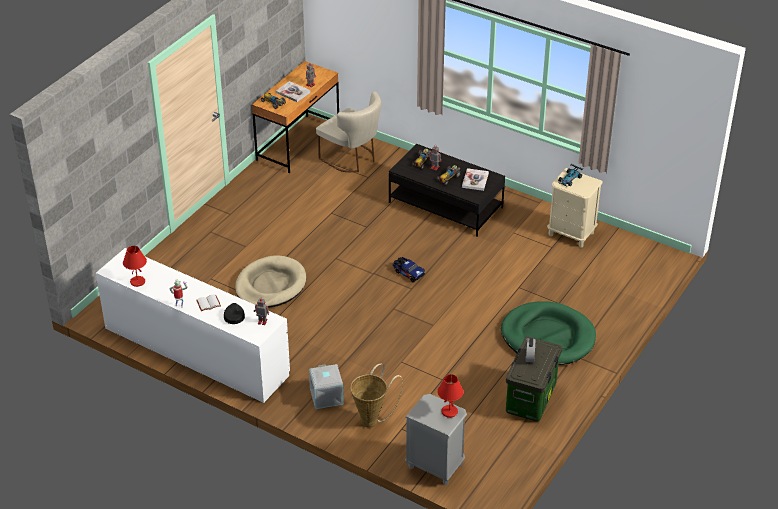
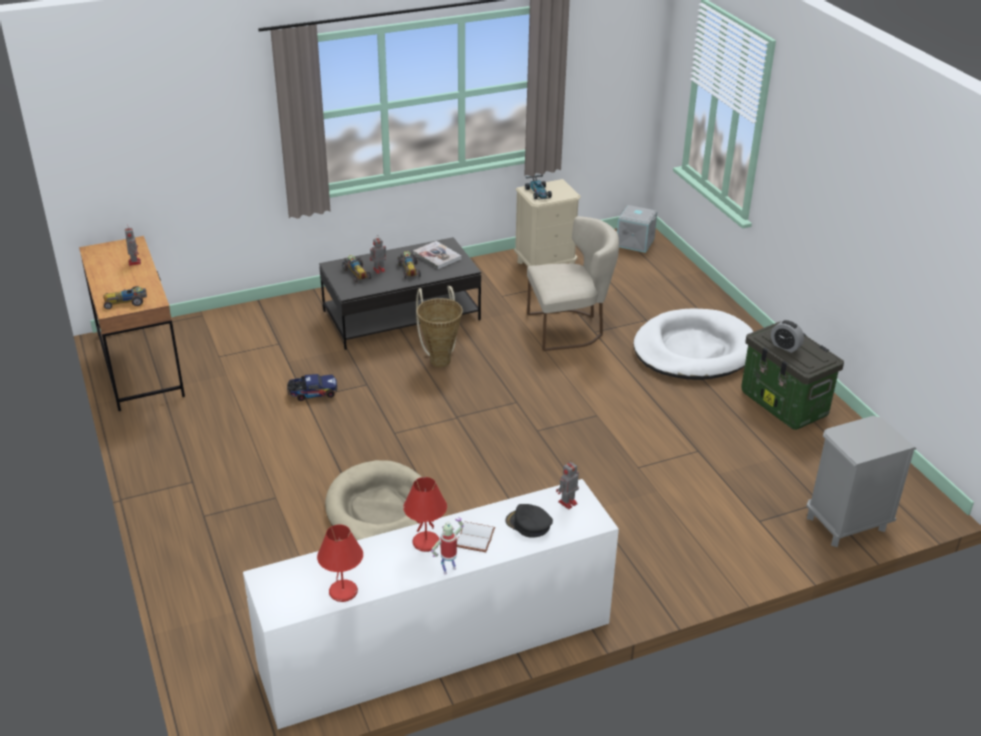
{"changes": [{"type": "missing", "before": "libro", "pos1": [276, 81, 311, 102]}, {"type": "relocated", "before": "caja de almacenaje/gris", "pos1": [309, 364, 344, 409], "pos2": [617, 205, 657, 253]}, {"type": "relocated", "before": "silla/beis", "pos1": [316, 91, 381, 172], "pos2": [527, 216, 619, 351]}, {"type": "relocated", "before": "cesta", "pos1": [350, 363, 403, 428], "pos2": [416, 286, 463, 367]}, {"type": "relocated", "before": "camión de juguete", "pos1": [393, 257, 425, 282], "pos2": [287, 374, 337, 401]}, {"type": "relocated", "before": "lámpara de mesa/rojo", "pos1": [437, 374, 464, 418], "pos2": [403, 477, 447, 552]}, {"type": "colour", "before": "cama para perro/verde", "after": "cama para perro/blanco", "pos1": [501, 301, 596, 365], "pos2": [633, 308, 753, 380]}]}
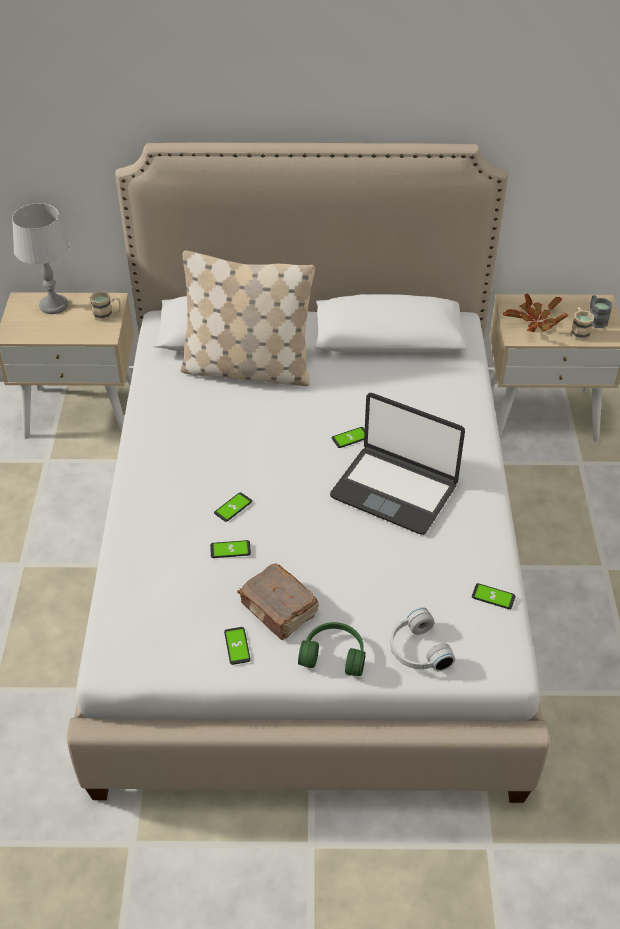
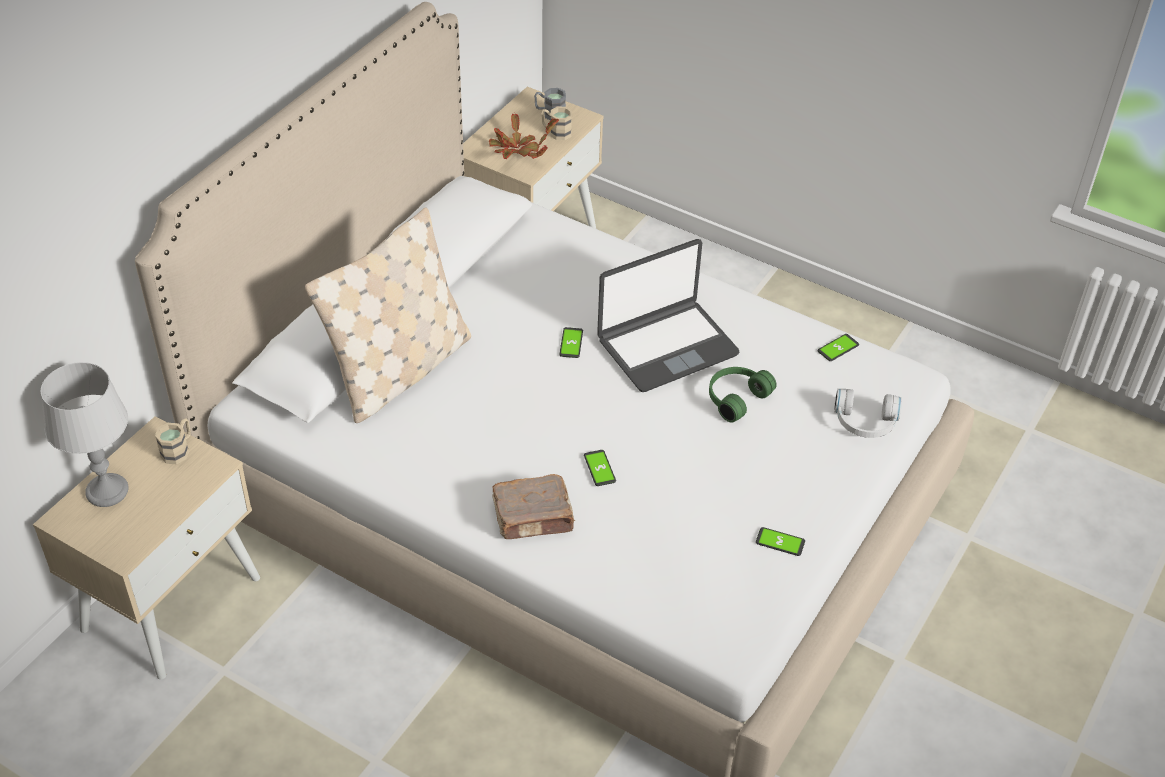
{"changes": [{"type": "missing", "before": "móvil", "pos1": [210, 540, 251, 558]}, {"type": "relocated", "before": "libro/marrón", "pos1": [237, 563, 319, 640], "pos2": [492, 474, 575, 539]}, {"type": "relocated", "before": "auriculares/verde", "pos1": [298, 622, 366, 676], "pos2": [709, 367, 777, 423]}]}
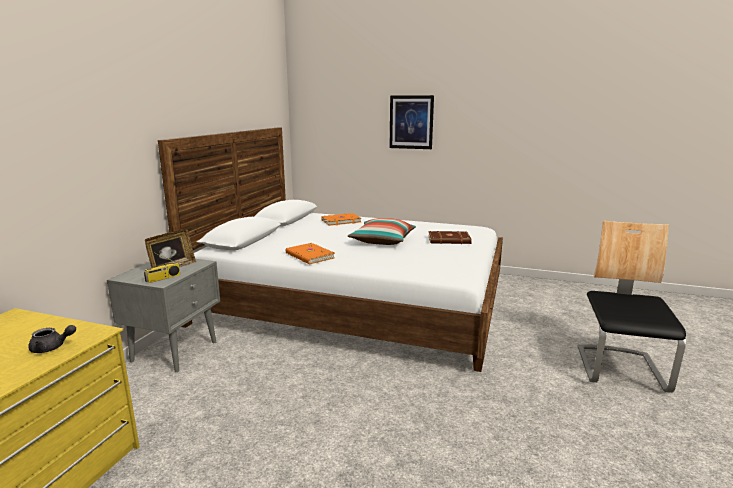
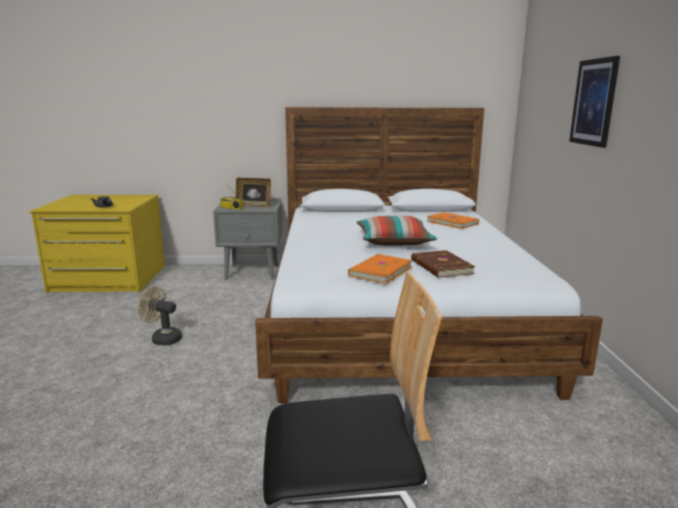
{"changes": [{"type": "appeared", "after": "ventilador/beis", "pos2": [137, 286, 182, 345]}, {"type": "relocated", "before": "libro/naranja", "pos1": [286, 243, 335, 264], "pos2": [348, 254, 412, 284]}]}
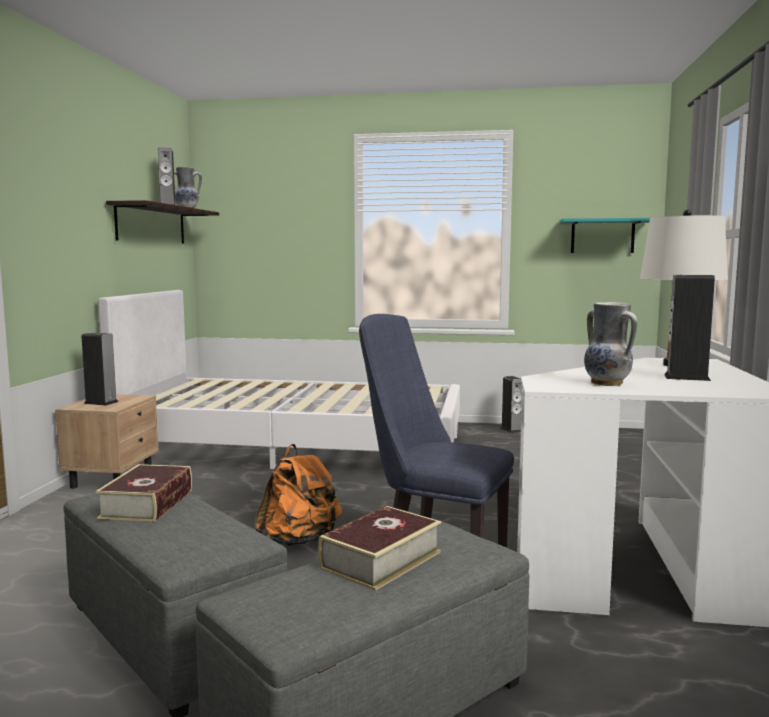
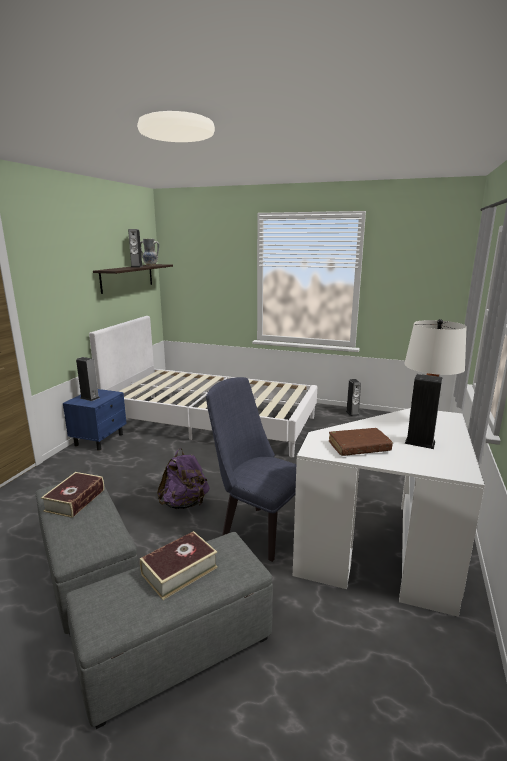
{"changes": [{"type": "missing", "before": "estante/turquesa", "pos1": [560, 218, 650, 253]}, {"type": "exchanged", "before": "florero", "after": "libro/marrón", "pos1": [584, 302, 637, 386], "pos2": [329, 428, 393, 456]}, {"type": "colour", "before": "mesita de noche/beis", "after": "mesita de noche/azul", "pos1": [55, 394, 159, 489], "pos2": [63, 389, 127, 451]}, {"type": "colour", "before": "mochila/naranja", "after": "mochila/morado", "pos1": [254, 444, 342, 547], "pos2": [157, 448, 210, 509]}]}
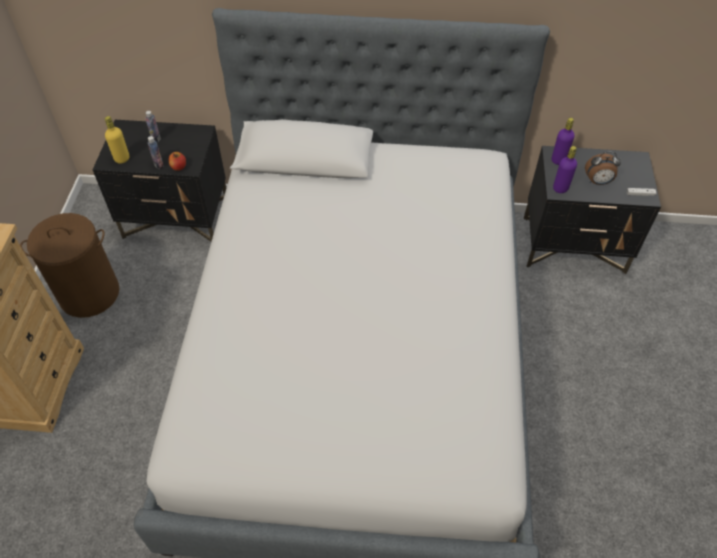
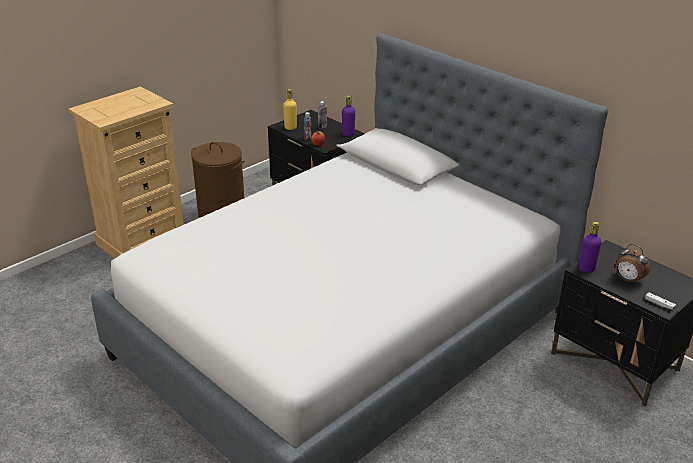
{"changes": [{"type": "relocated", "before": "botella/morado", "pos1": [552, 118, 574, 165], "pos2": [342, 95, 355, 137]}]}
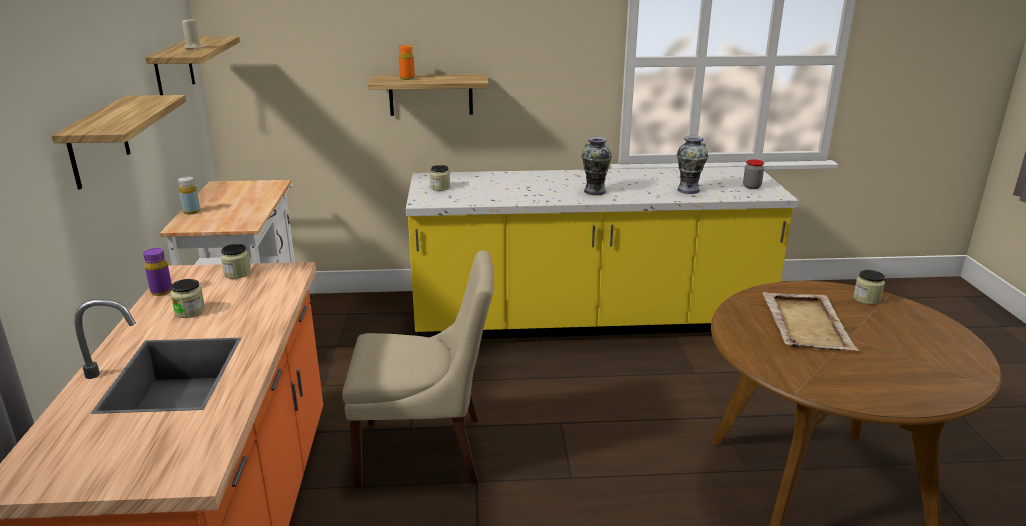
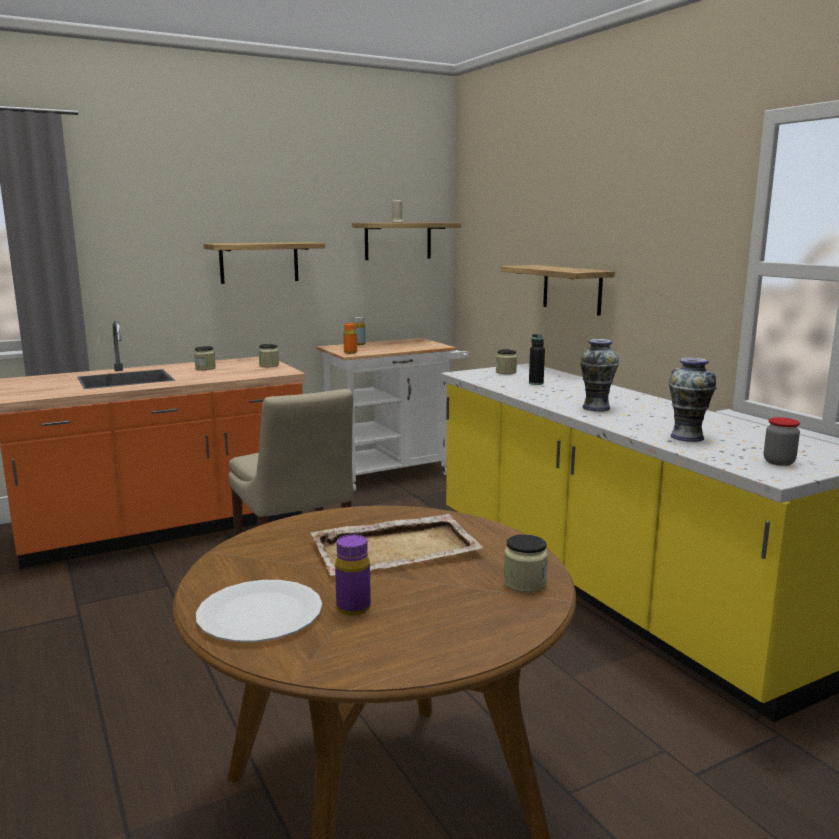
{"changes": [{"type": "appeared", "after": "plato/blanco", "pos2": [196, 580, 322, 642]}, {"type": "appeared", "after": "botella/negro", "pos2": [529, 334, 545, 385]}, {"type": "relocated", "before": "botella/morado", "pos1": [143, 248, 172, 296], "pos2": [335, 535, 371, 616]}, {"type": "relocated", "before": "botella/naranja", "pos1": [399, 45, 415, 80], "pos2": [343, 323, 357, 354]}]}
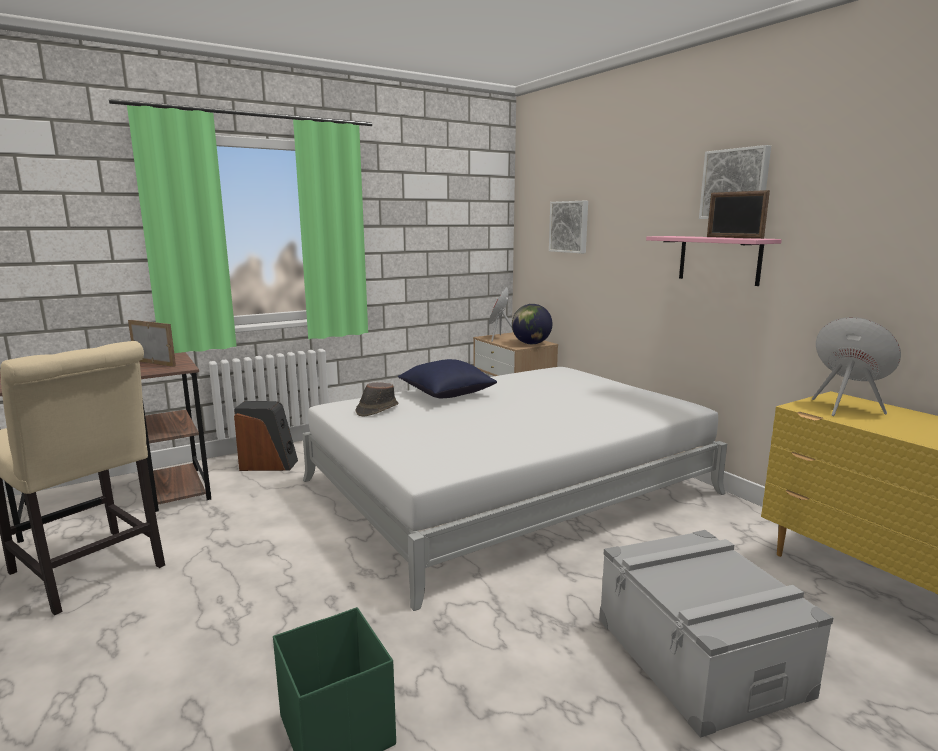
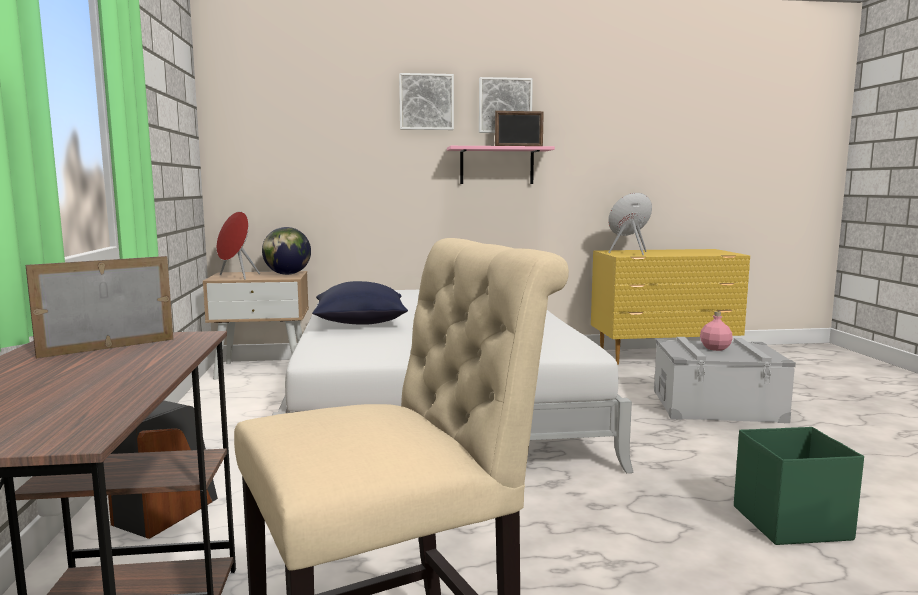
{"changes": [{"type": "missing", "before": "sombrero/marrón", "pos1": [356, 382, 399, 416]}, {"type": "appeared", "after": "botella/rosa", "pos2": [700, 311, 733, 351]}, {"type": "relocated", "before": "cuadro", "pos1": [549, 201, 588, 254], "pos2": [399, 73, 454, 130]}]}
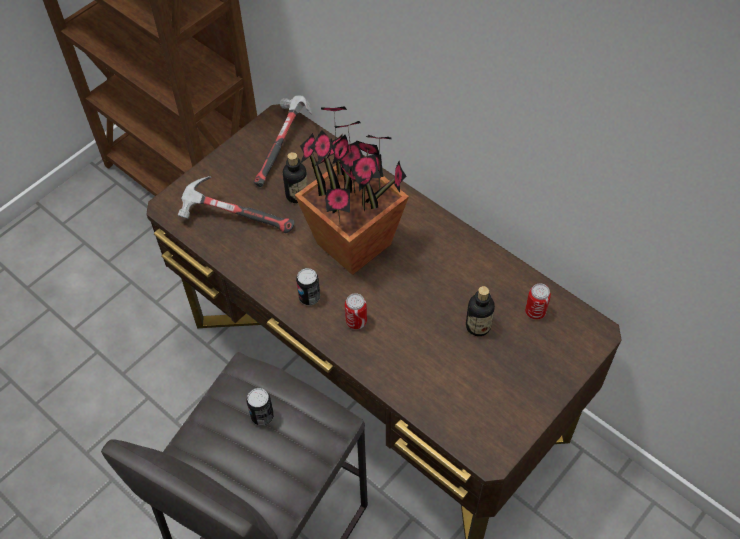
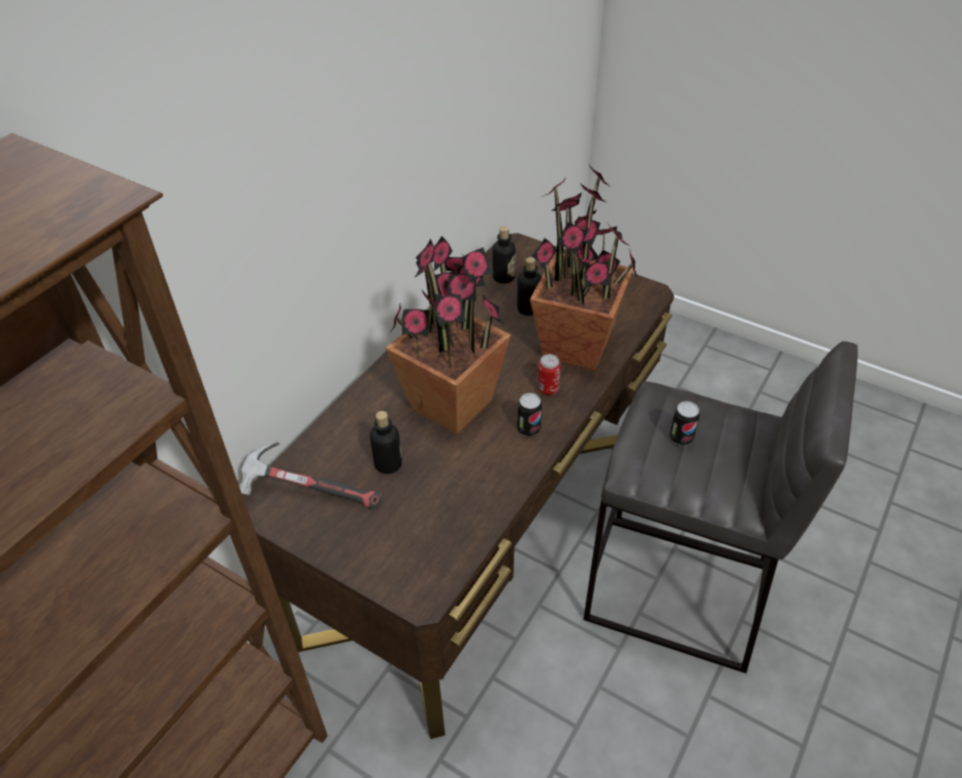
{"changes": [{"type": "missing", "before": "martillo", "pos1": [178, 176, 294, 233]}, {"type": "appeared", "after": "planta en maceta", "pos2": [530, 165, 638, 371]}, {"type": "exchanged", "before": "lata", "after": "botella", "pos1": [525, 283, 551, 320], "pos2": [492, 226, 516, 284]}]}
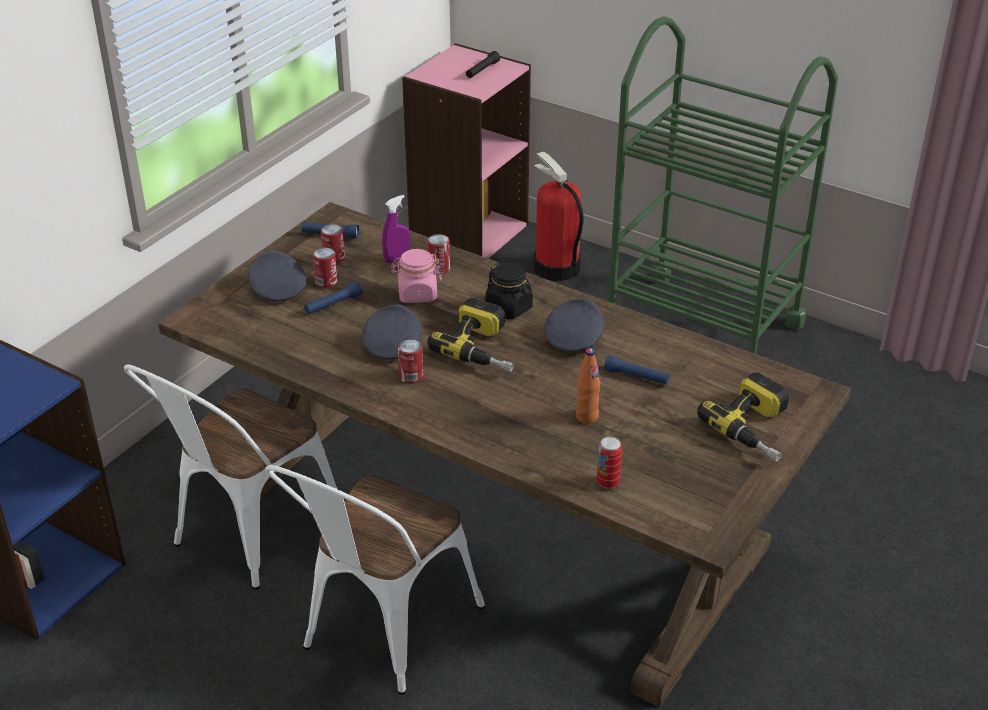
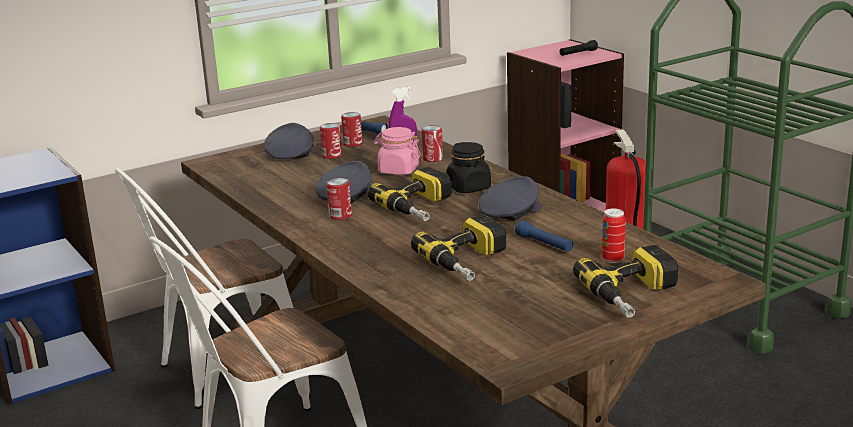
{"changes": [{"type": "missing", "before": "linterna/azul", "pos1": [304, 282, 362, 314]}, {"type": "relocated", "before": "lata", "pos1": [597, 436, 622, 489], "pos2": [602, 208, 626, 263]}, {"type": "exchanged", "before": "botella/naranja", "after": "taladro", "pos1": [576, 348, 601, 424], "pos2": [411, 215, 507, 281]}]}
